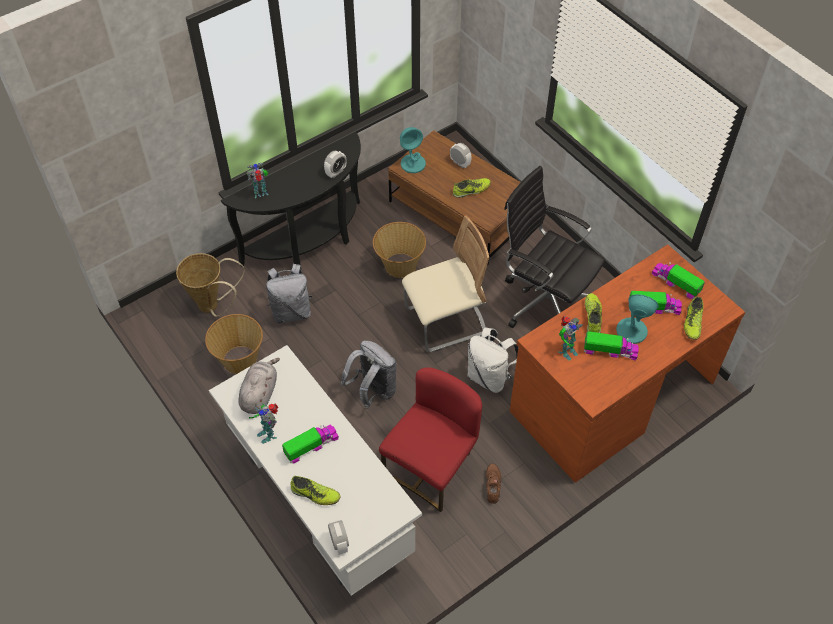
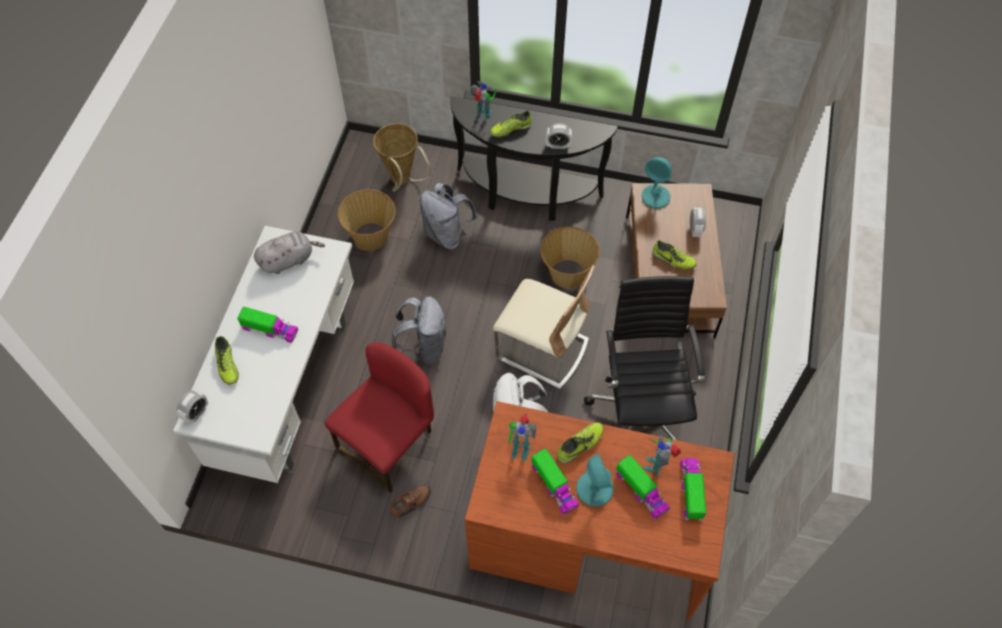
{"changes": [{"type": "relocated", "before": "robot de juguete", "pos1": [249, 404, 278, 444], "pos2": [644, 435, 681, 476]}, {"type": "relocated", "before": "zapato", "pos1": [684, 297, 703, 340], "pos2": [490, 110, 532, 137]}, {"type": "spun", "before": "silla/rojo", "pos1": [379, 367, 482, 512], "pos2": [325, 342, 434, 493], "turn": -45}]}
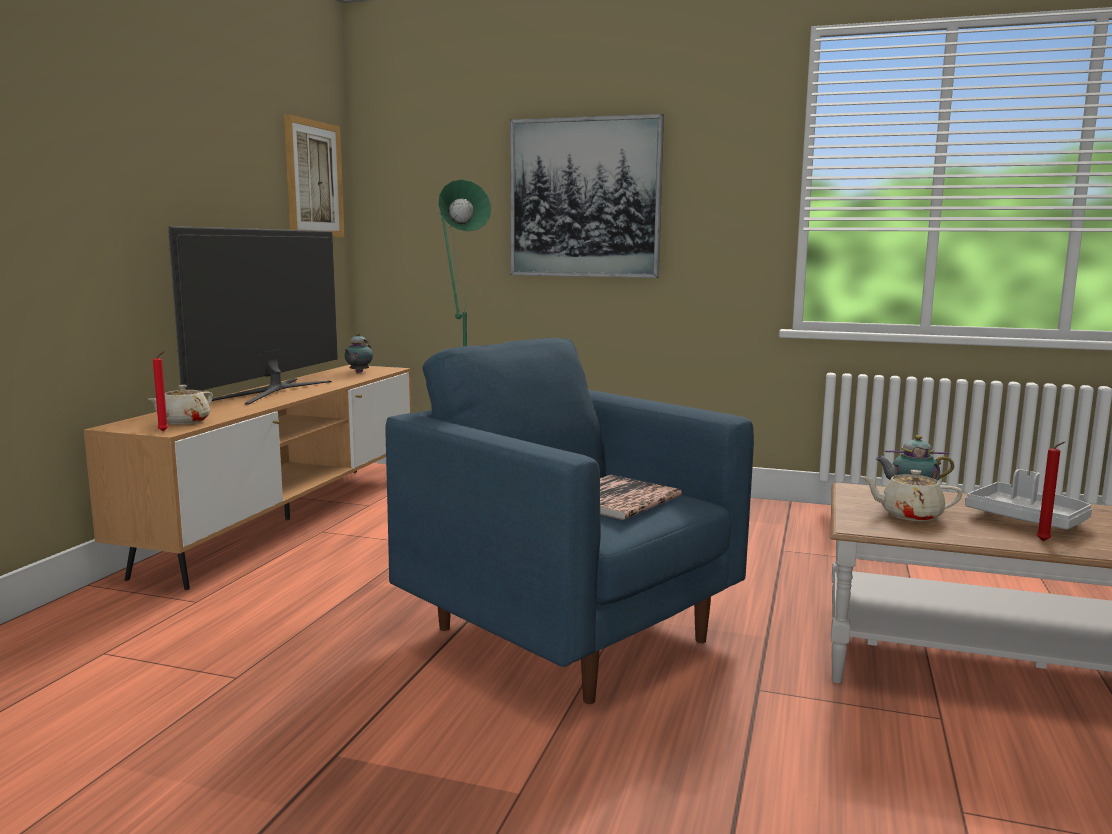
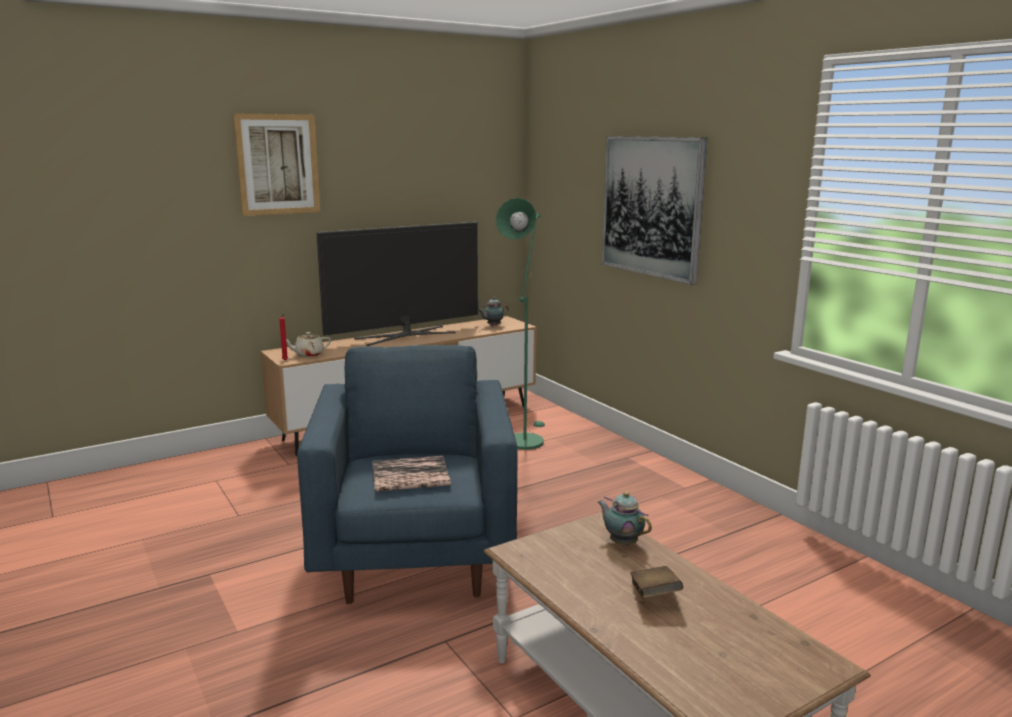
{"changes": [{"type": "missing", "before": "tetera/beis", "pos1": [861, 470, 963, 521]}, {"type": "missing", "before": "vela/rojo", "pos1": [1037, 441, 1065, 541]}, {"type": "relocated", "before": "cuadro", "pos1": [284, 114, 345, 237], "pos2": [233, 113, 320, 216]}, {"type": "exchanged", "before": "bandeja/gris", "after": "libro/marrón", "pos1": [965, 469, 1092, 530], "pos2": [630, 566, 683, 598]}]}
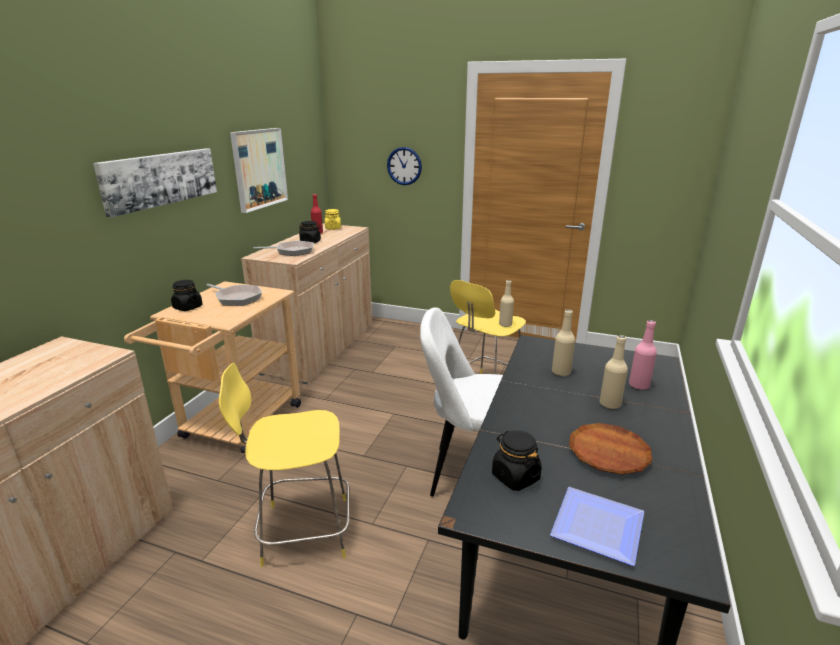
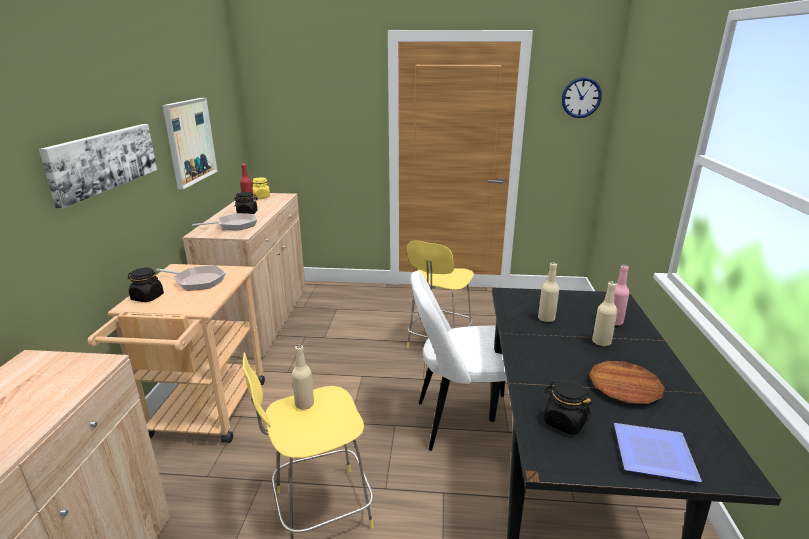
{"changes": [{"type": "relocated", "before": "reloj de pared", "pos1": [387, 147, 422, 185], "pos2": [562, 77, 602, 118]}, {"type": "relocated", "before": "botella/beis", "pos1": [499, 280, 514, 327], "pos2": [292, 345, 314, 410]}]}
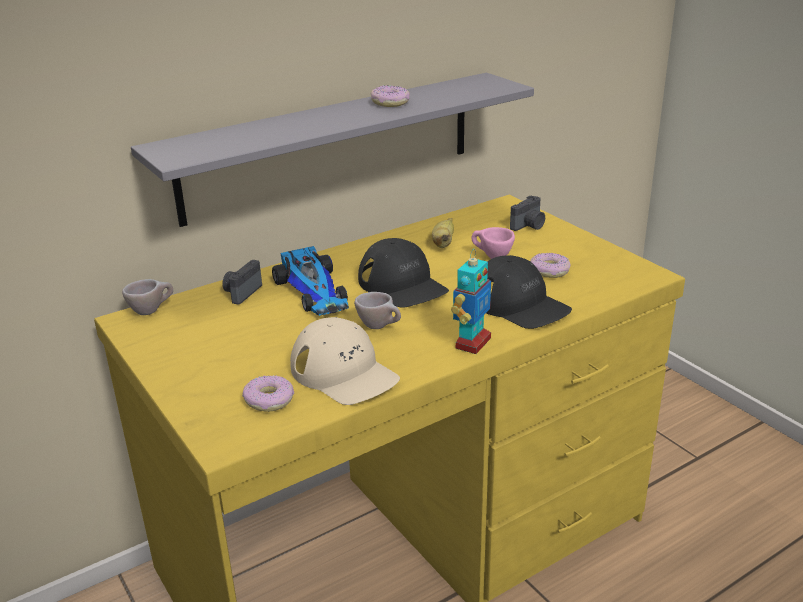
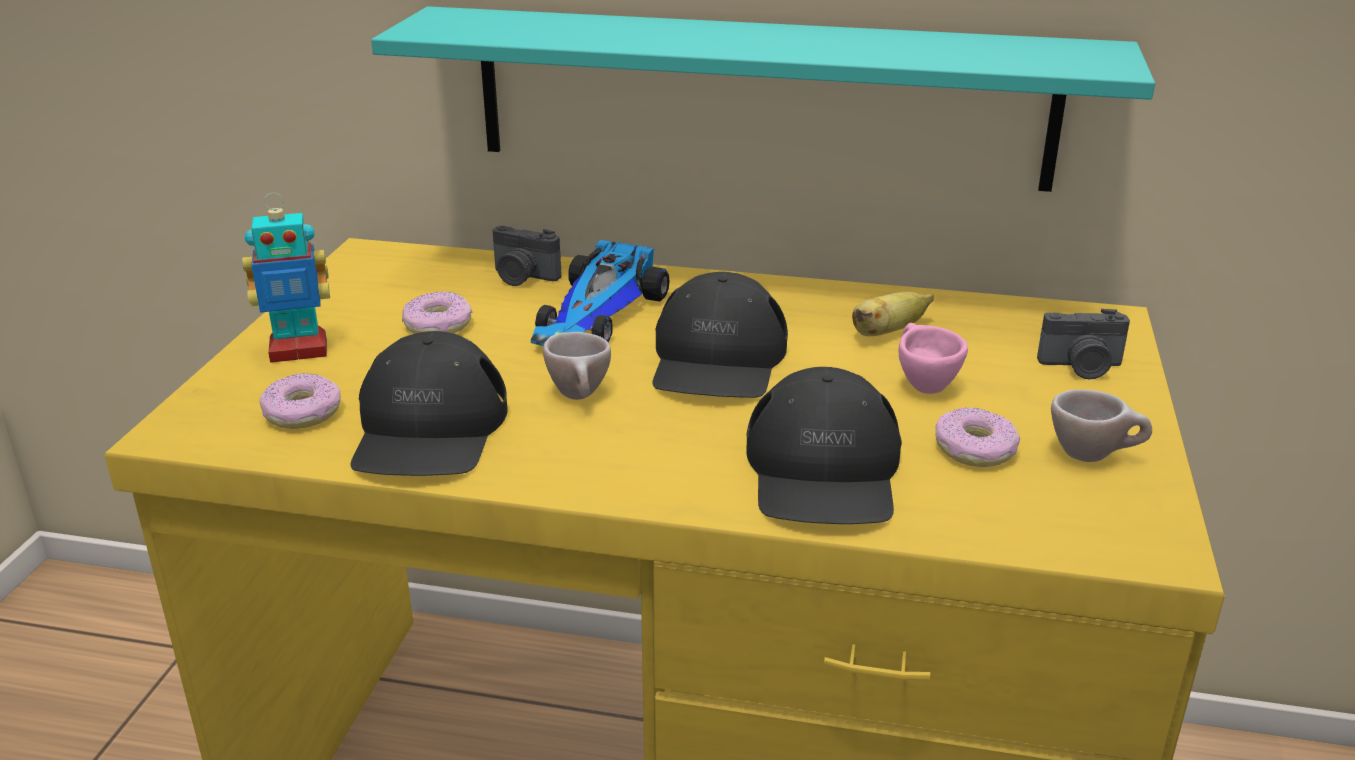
{"changes": [{"type": "relocated", "before": "taza/beis", "pos1": [122, 279, 173, 315], "pos2": [1051, 389, 1152, 462]}, {"type": "relocated", "before": "rosquilla", "pos1": [371, 85, 410, 107], "pos2": [402, 291, 472, 334]}, {"type": "relocated", "before": "robot de juguete", "pos1": [451, 250, 491, 354], "pos2": [242, 193, 330, 363]}, {"type": "colour", "before": "estante/gris", "after": "estante/turquesa", "pos1": [131, 73, 534, 227], "pos2": [371, 6, 1155, 192]}, {"type": "colour", "before": "gorra/beis", "after": "gorra/negro", "pos1": [290, 317, 400, 405], "pos2": [351, 331, 508, 476]}, {"type": "spun", "before": "cámara", "pos1": [222, 260, 262, 304], "pos2": [493, 226, 562, 286], "turn": -135}]}
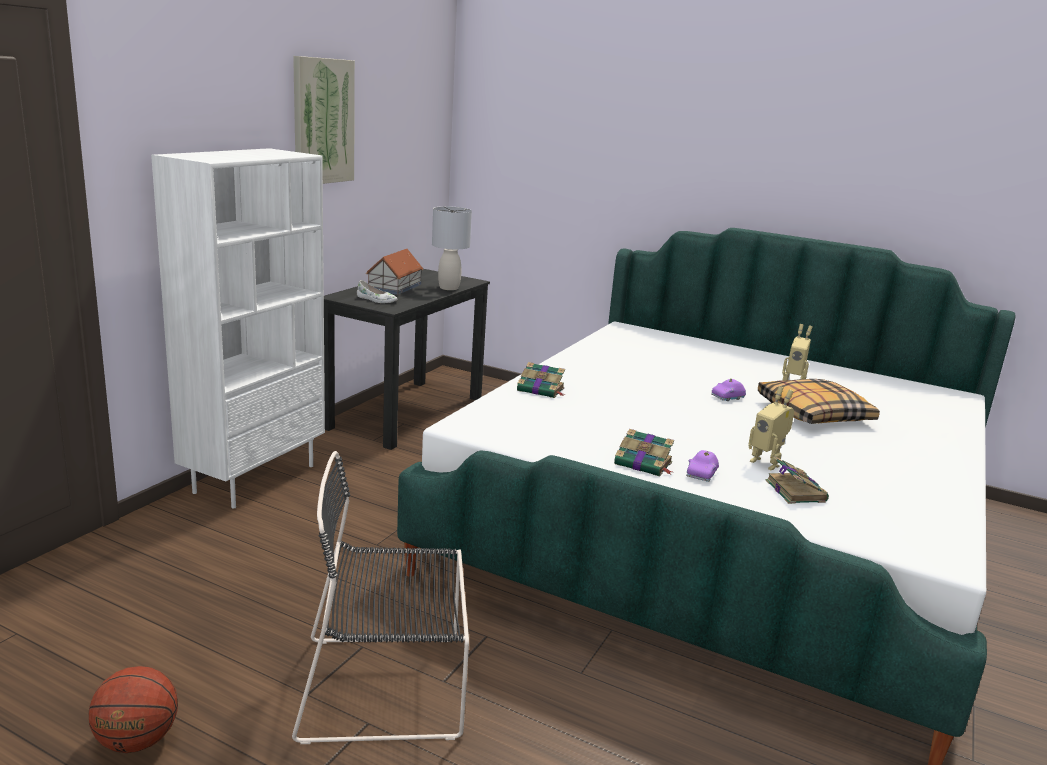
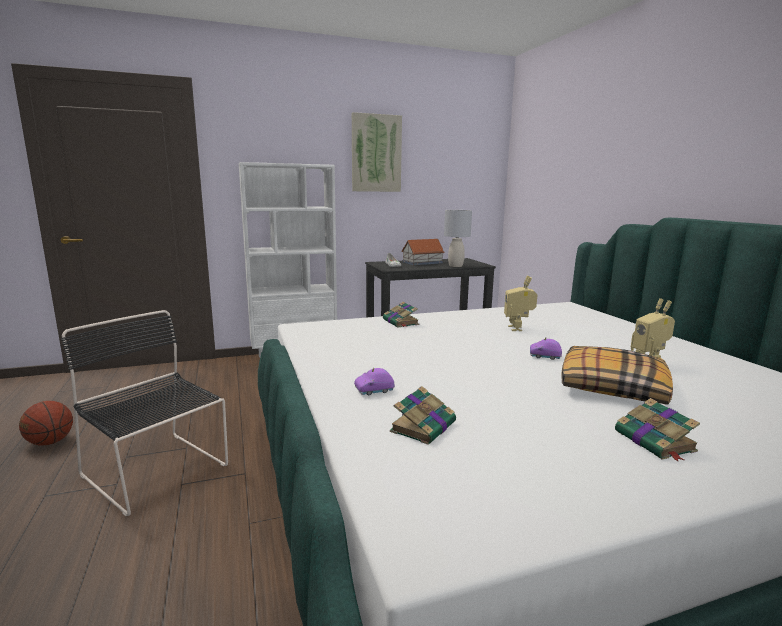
{"changes": [{"type": "relocated", "before": "libro", "pos1": [614, 429, 674, 477], "pos2": [615, 398, 700, 462]}, {"type": "relocated", "before": "robot de juguete", "pos1": [748, 386, 794, 470], "pos2": [504, 276, 537, 331]}]}
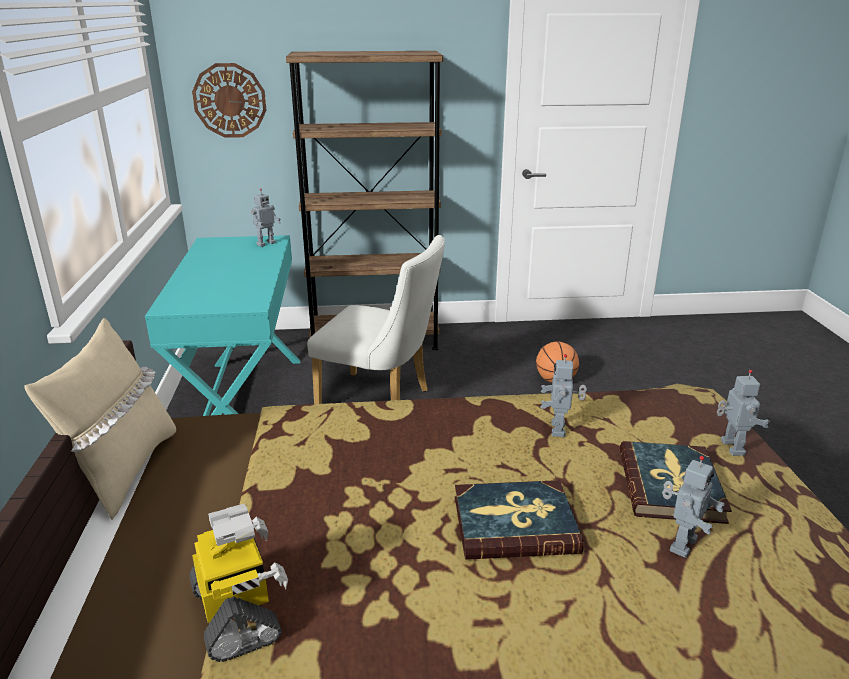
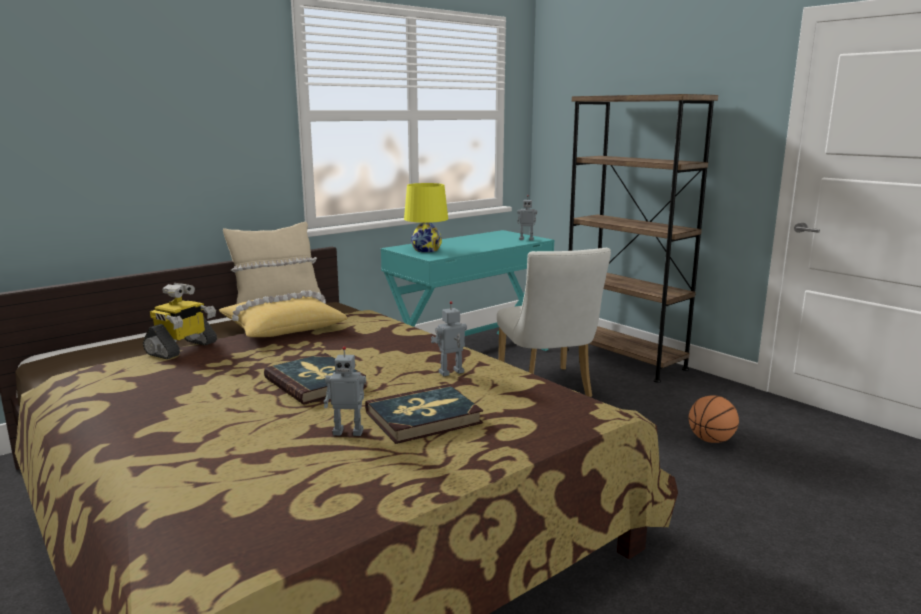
{"changes": [{"type": "missing", "before": "reloj de pared", "pos1": [192, 63, 267, 138]}, {"type": "missing", "before": "robot de juguete", "pos1": [717, 370, 770, 456]}, {"type": "appeared", "after": "cojín/amarillo", "pos2": [219, 290, 348, 337]}, {"type": "appeared", "after": "lámpara de mesa/amarillo", "pos2": [404, 183, 448, 252]}]}
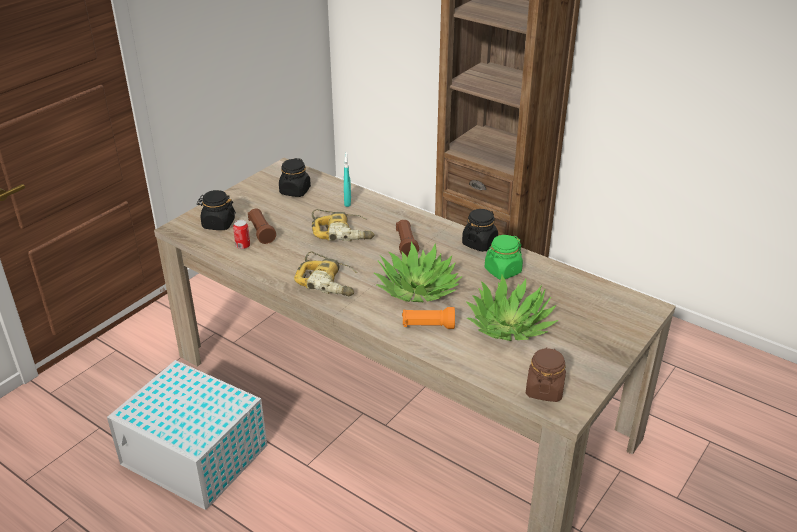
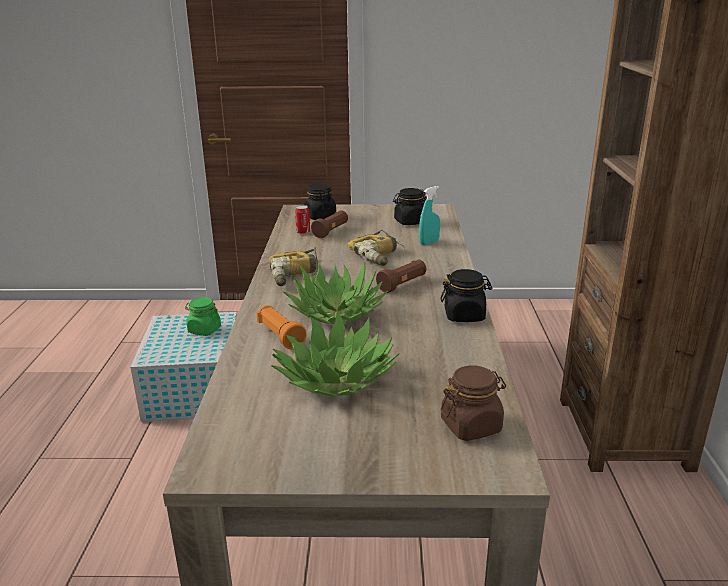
{"changes": [{"type": "relocated", "before": "tarro/verde", "pos1": [484, 235, 523, 279], "pos2": [185, 297, 221, 336]}, {"type": "relocated", "before": "tarro/marrón", "pos1": [526, 347, 566, 402], "pos2": [441, 365, 506, 441]}]}
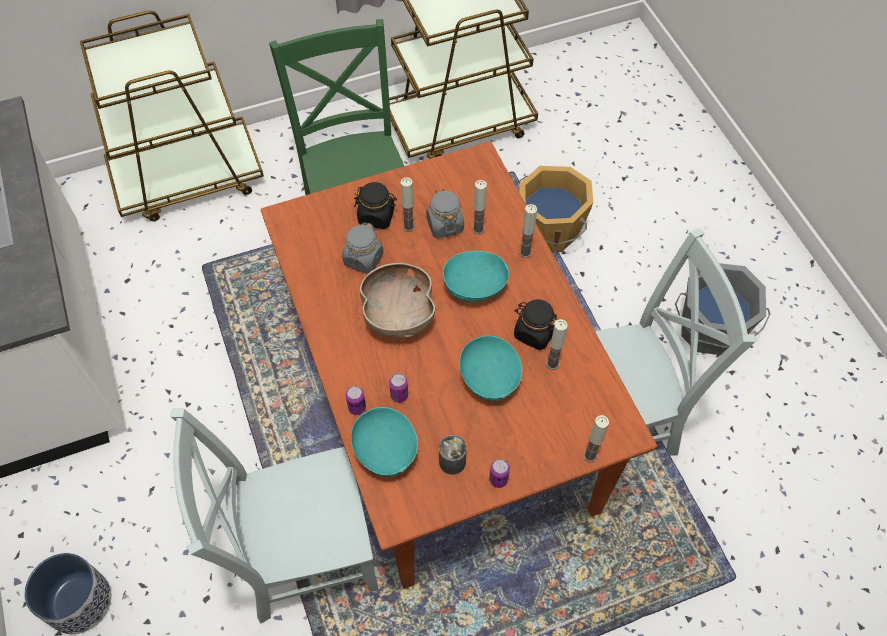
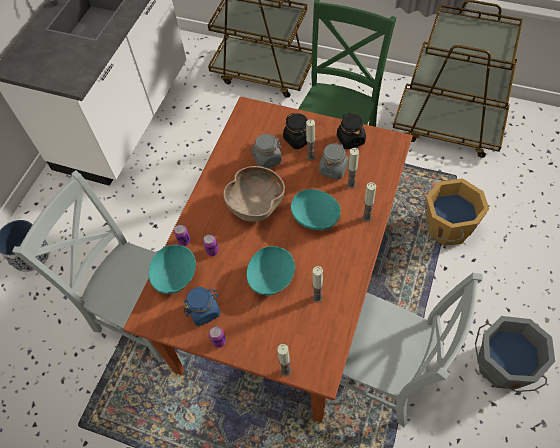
{"changes": [{"type": "relocated", "before": "tarro/negro", "pos1": [514, 299, 557, 350], "pos2": [337, 113, 366, 150]}, {"type": "exchanged", "before": "lata", "after": "tarro/azul", "pos1": [439, 435, 467, 475], "pos2": [183, 287, 220, 326]}]}
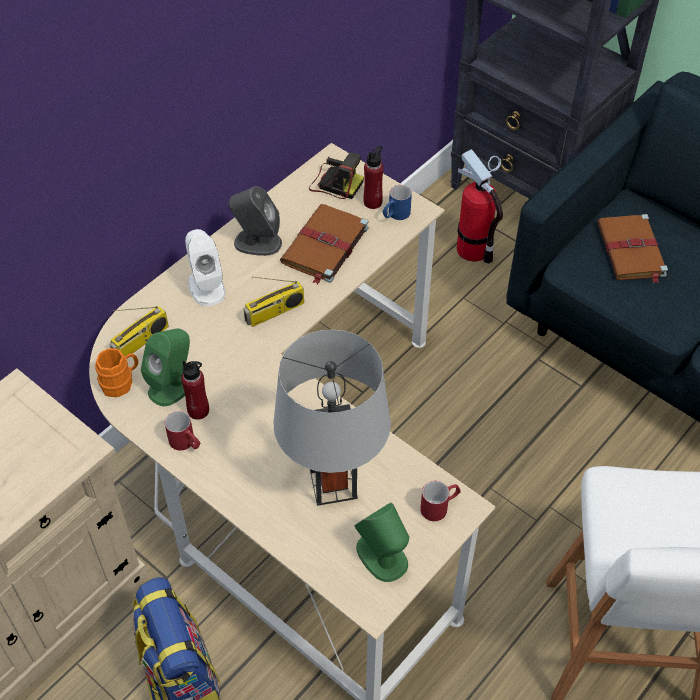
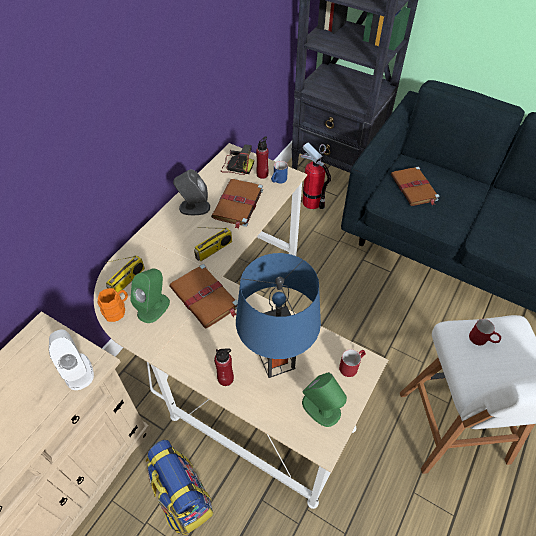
{"changes": [{"type": "appeared", "after": "libro/marrón", "pos2": [169, 264, 238, 329]}, {"type": "relocated", "before": "taza grande/rojo", "pos1": [165, 411, 200, 451], "pos2": [469, 319, 501, 345]}, {"type": "relocated", "before": "botella/rojo", "pos1": [181, 361, 209, 420], "pos2": [214, 348, 234, 386]}, {"type": "relocated", "before": "altavoz/blanco", "pos1": [185, 229, 226, 306], "pos2": [49, 330, 94, 390]}, {"type": "colour", "before": "lámpara de mesa/gris", "after": "lámpara de mesa/azul", "pos1": [273, 329, 391, 506], "pos2": [236, 253, 321, 378]}]}
